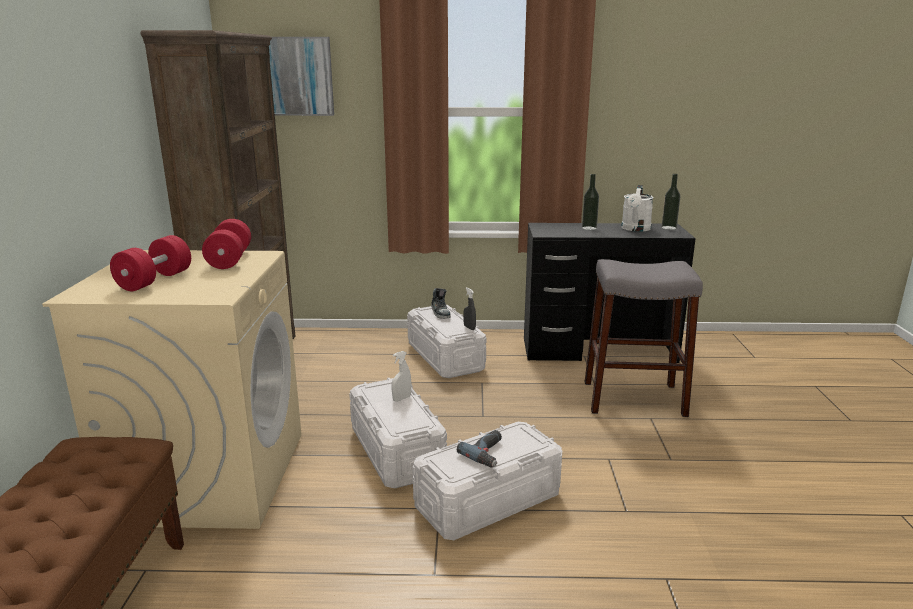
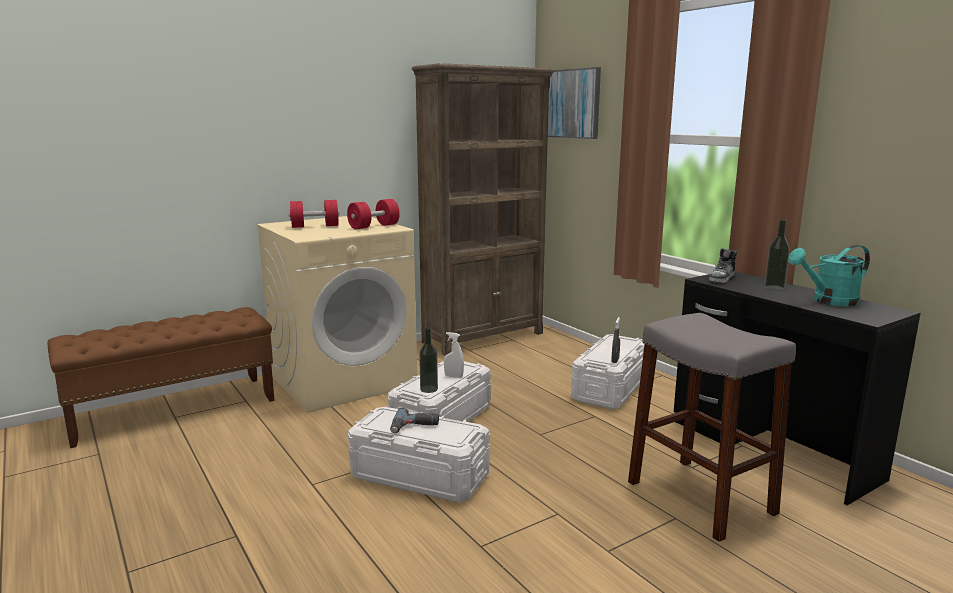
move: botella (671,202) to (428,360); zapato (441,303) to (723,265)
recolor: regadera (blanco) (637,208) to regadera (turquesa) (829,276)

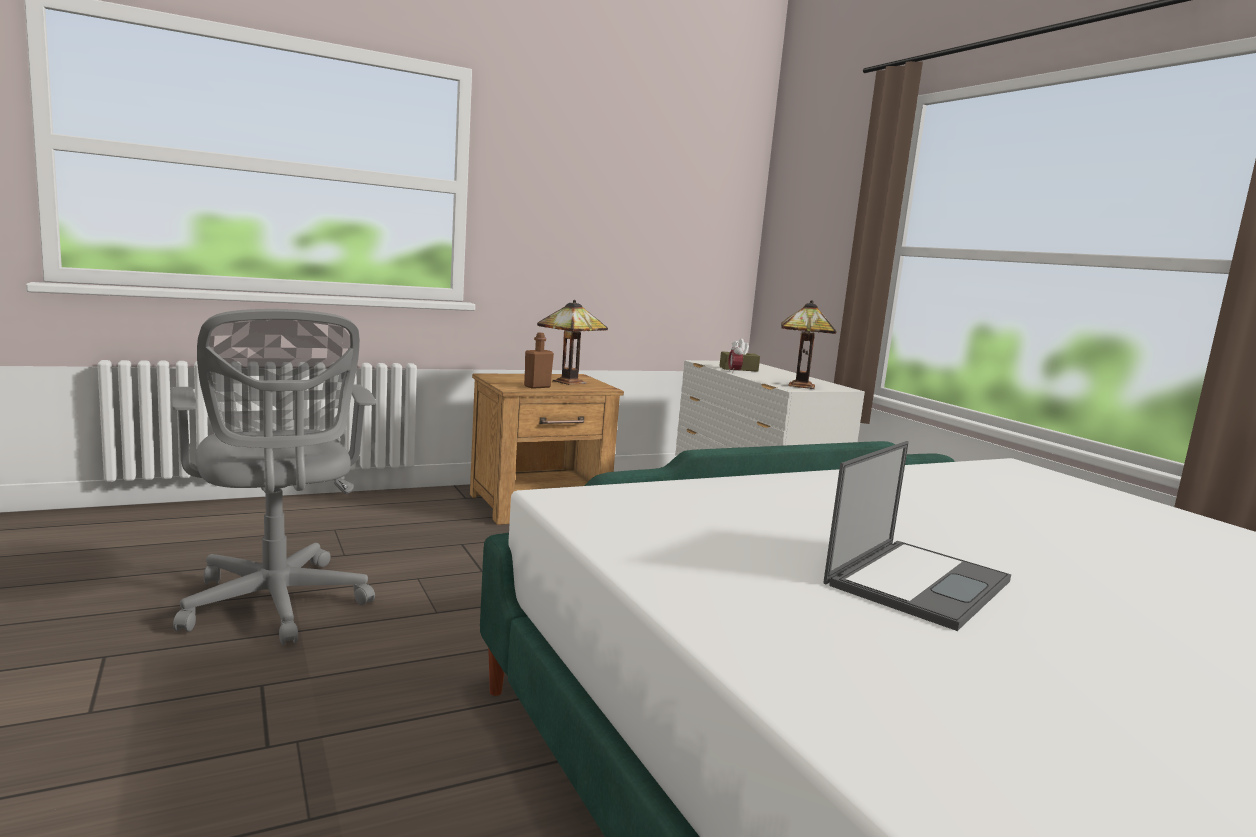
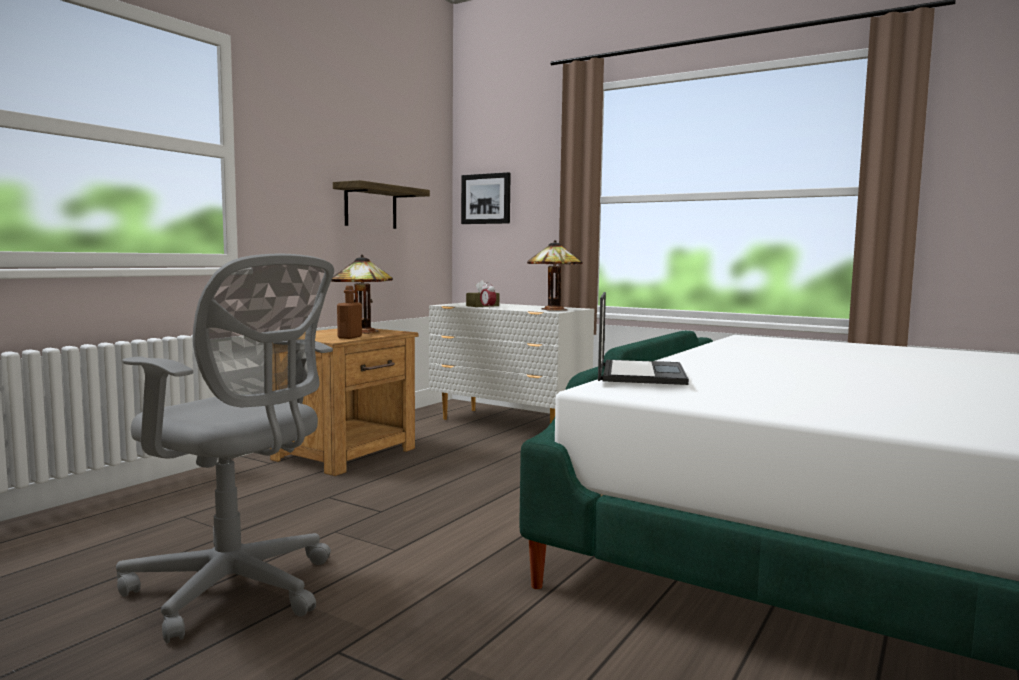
insert: estante (381,204); cuadro (486,198)
move: portátil (917,536) to (643,338)

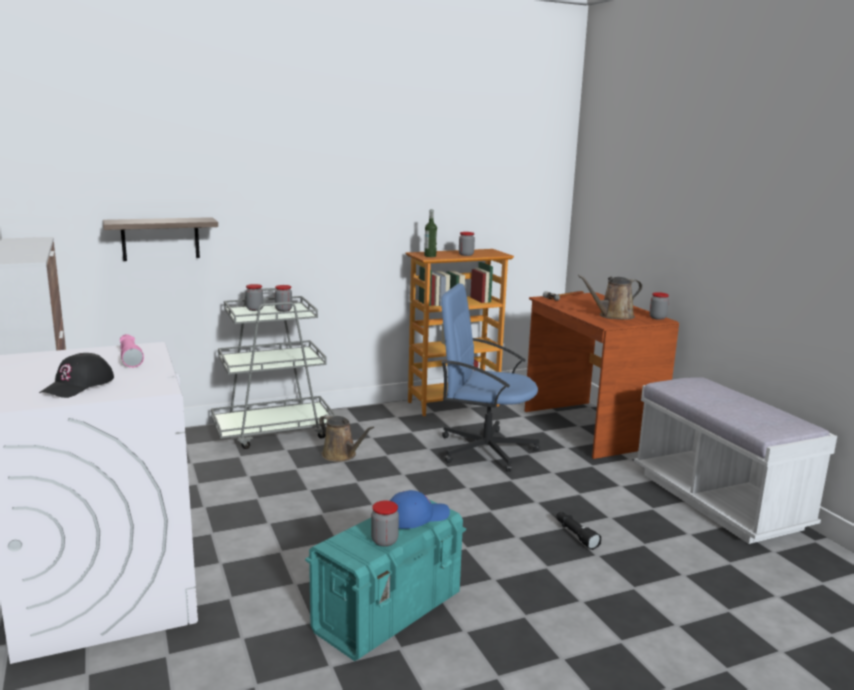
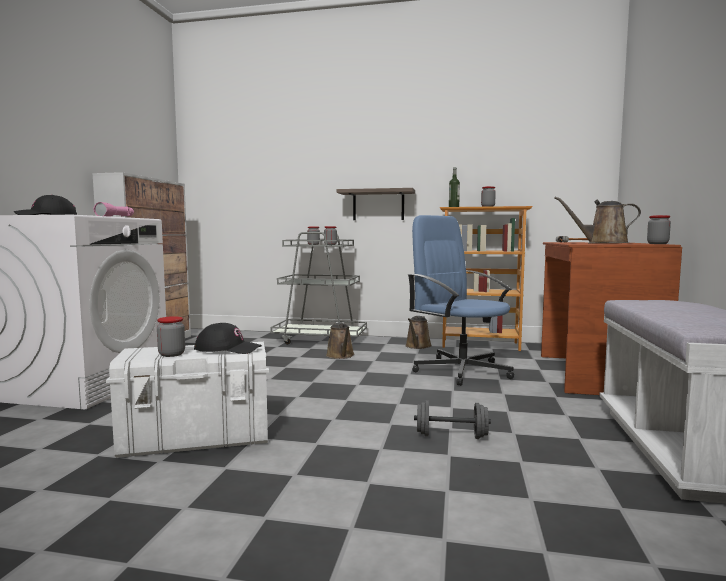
insert: regadera (marrón) (418,332)
move: estante (160,239) to (376,204)
replace: linterna (negro) (578,531) to mancuerna (gris) (452,419)
recolor: caja de almacenaje (turquesa) (385,580) to caja de almacenaje (blanco) (187,400); gorra (azul) (420,509) to gorra (negro) (228,338)

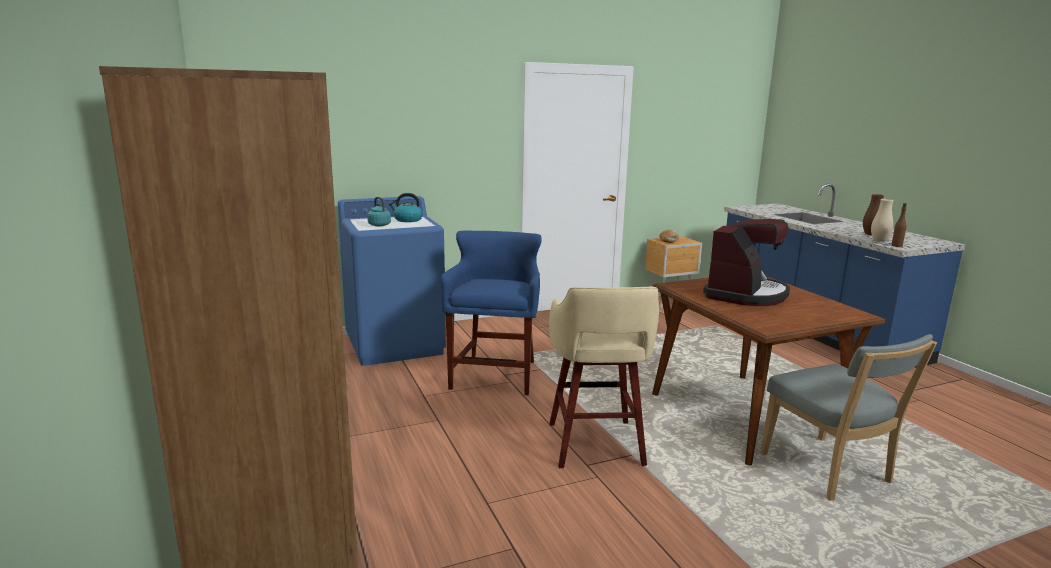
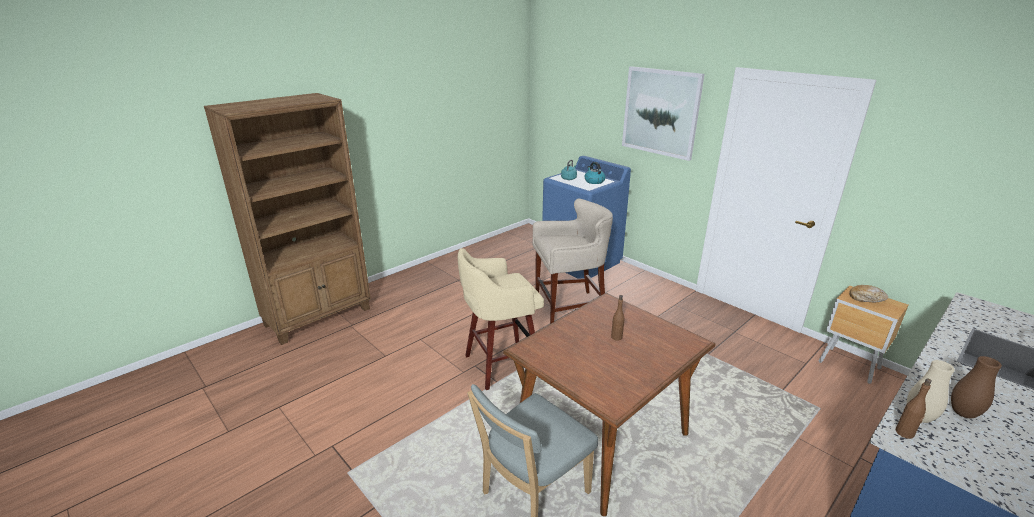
insert: cuadro (663,113)
replace: cafetera (746,262) to botella (marrón) (617,318)
recolor: taburete (azul) (491,313) to taburete (beis) (572,261)

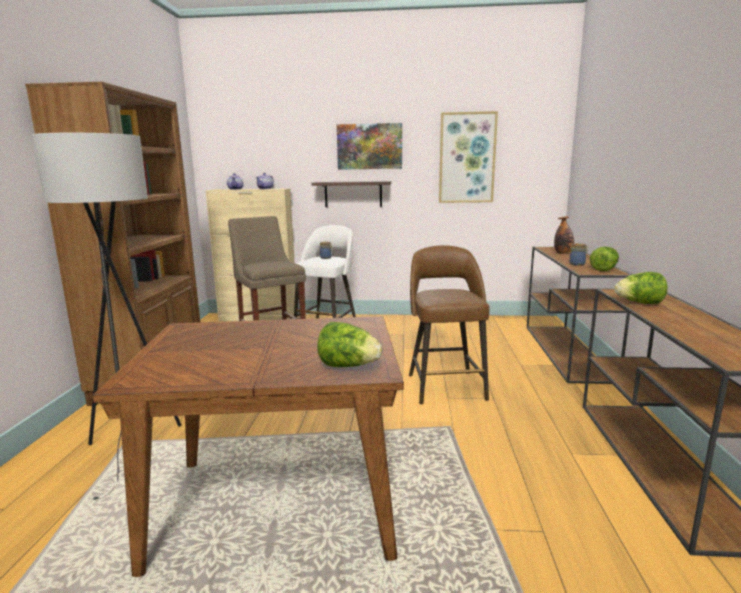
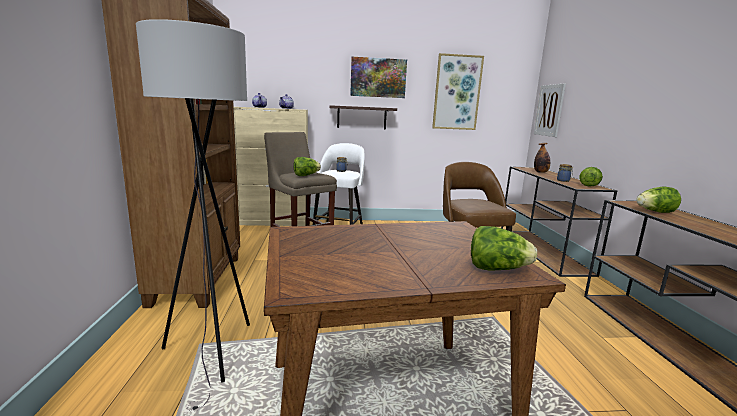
insert: lechuga (307,166); cuadro (550,110)

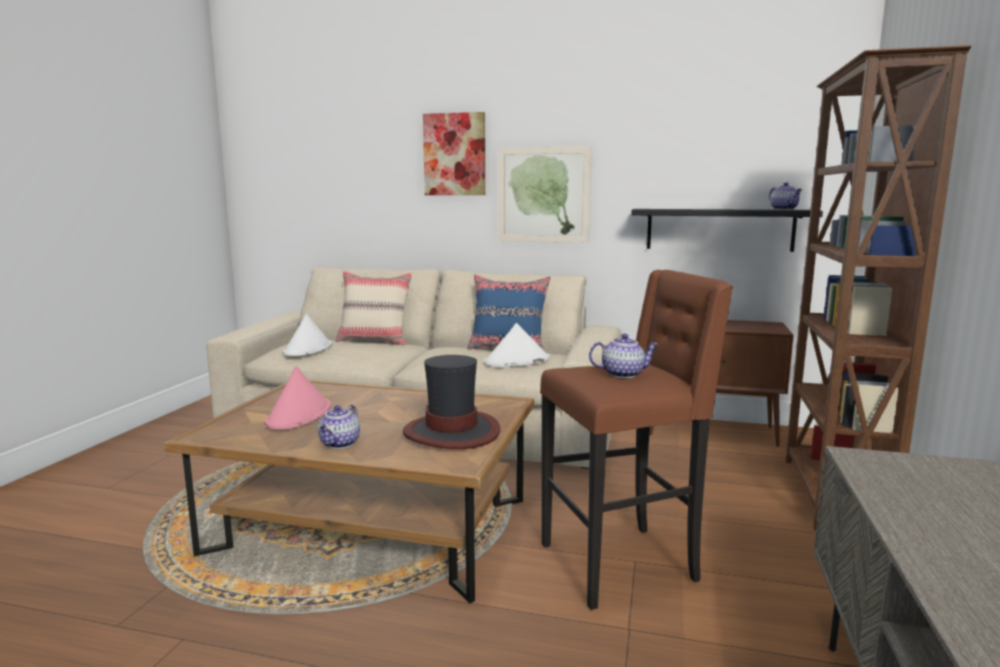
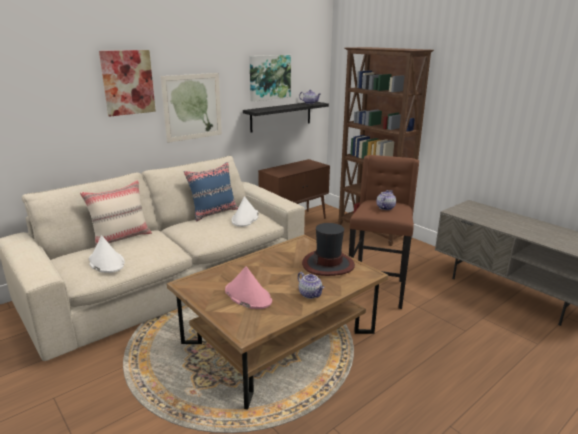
insert: cuadro (270,78)

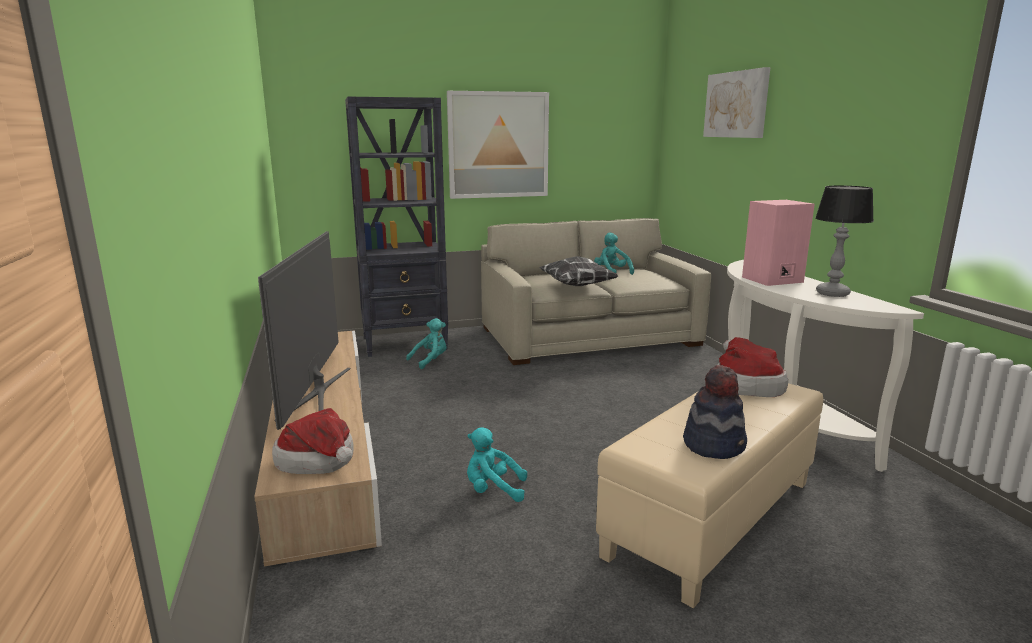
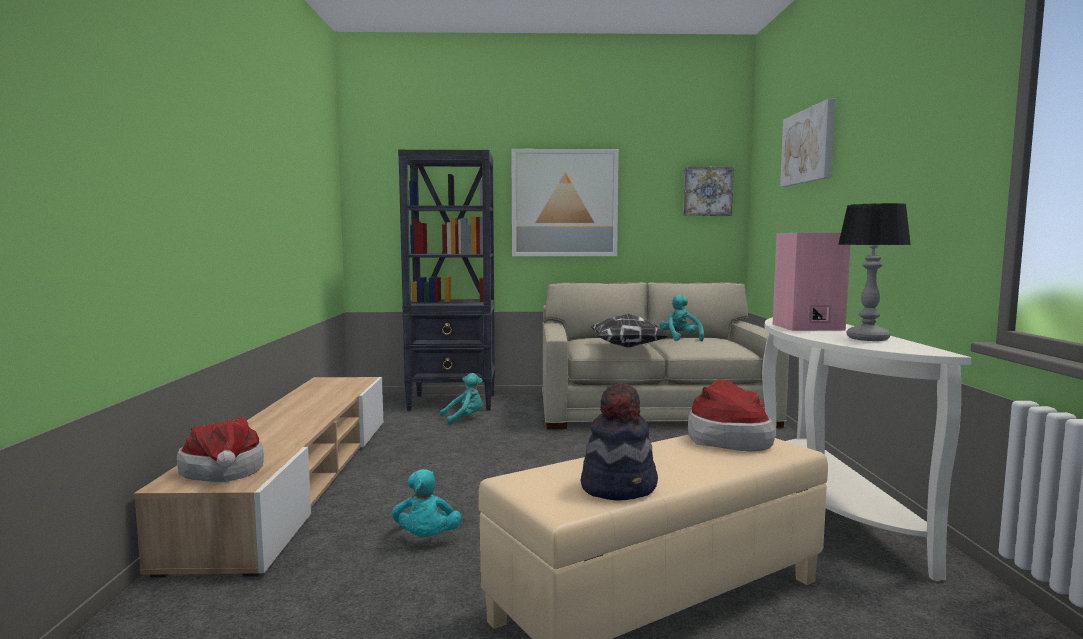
delete: televisor (304,330)
insert: cuadro (708,191)
rotate: peluche (turquesa) (497,464) = (426,503) 120 degrees counterclockwise

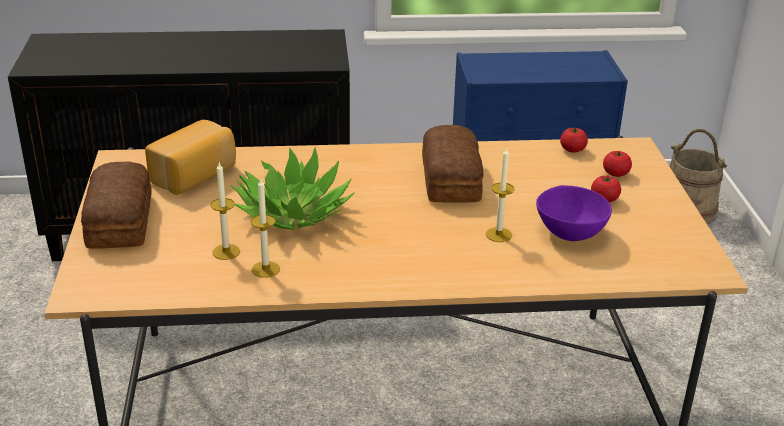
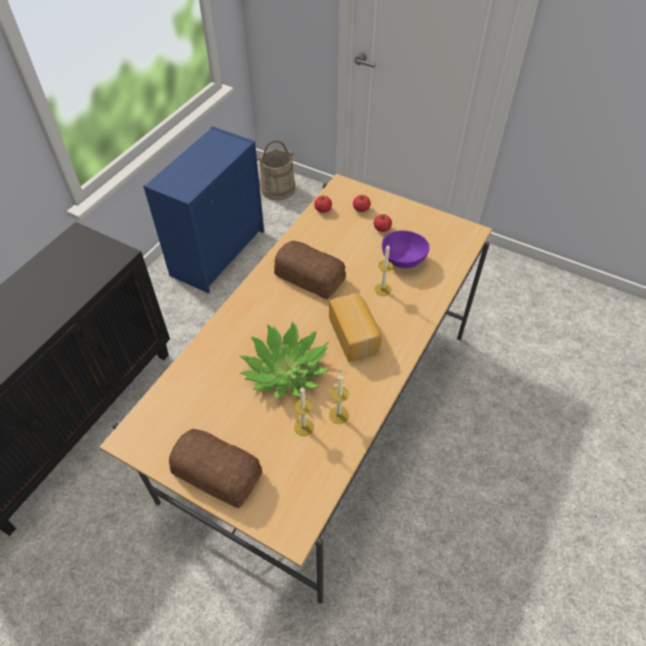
move: pan (190,157) to (355,327)

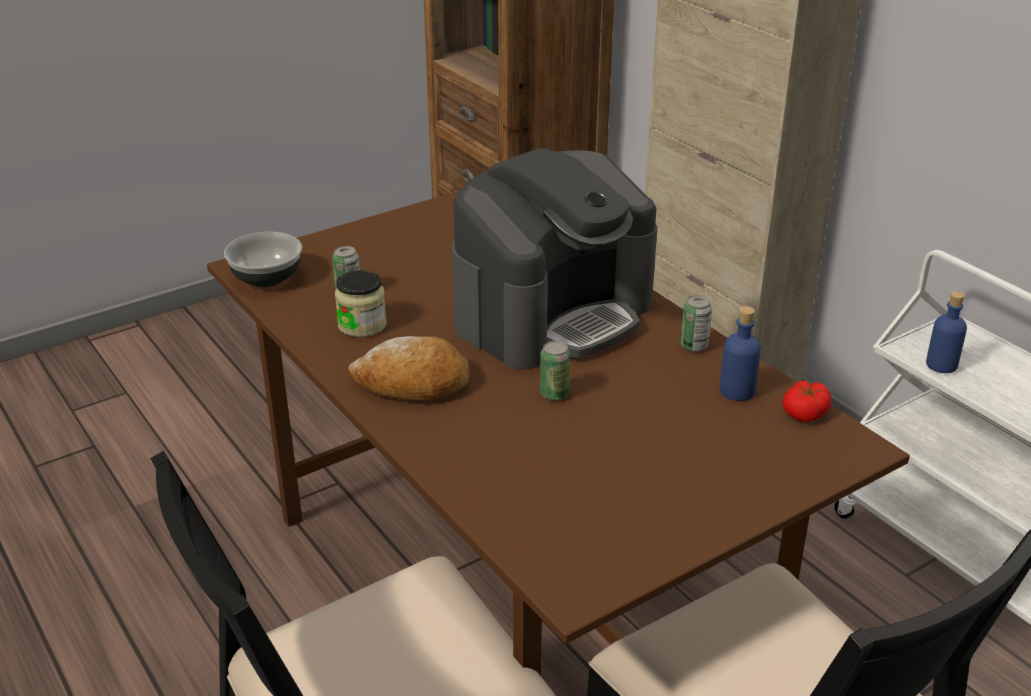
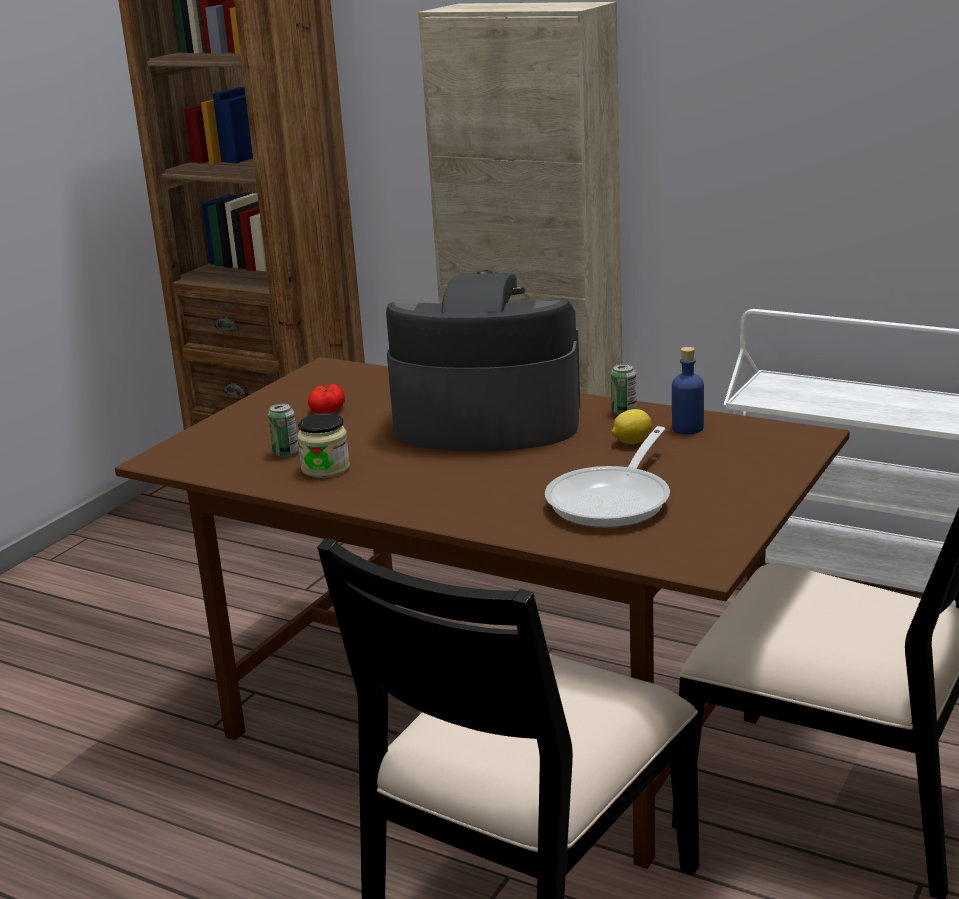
delete: cuenco (263,259); pan (409,368); lata (555,370); botella (azul) (946,332)
insert: sartén (607,477); limón (631,426)
move: tomate (807,401) to (326,398)
rotate: cafetera (554,259) = (483,360) 105 degrees counterclockwise

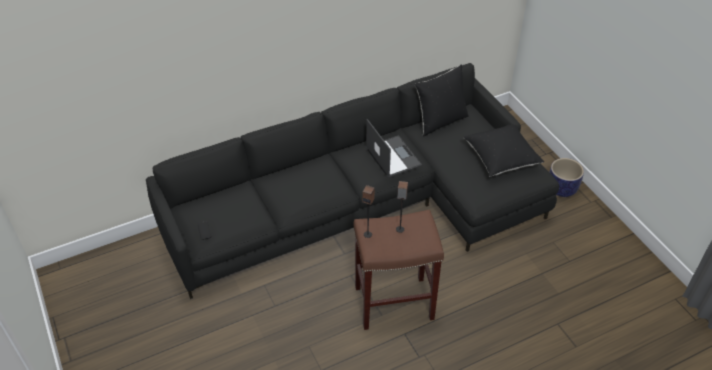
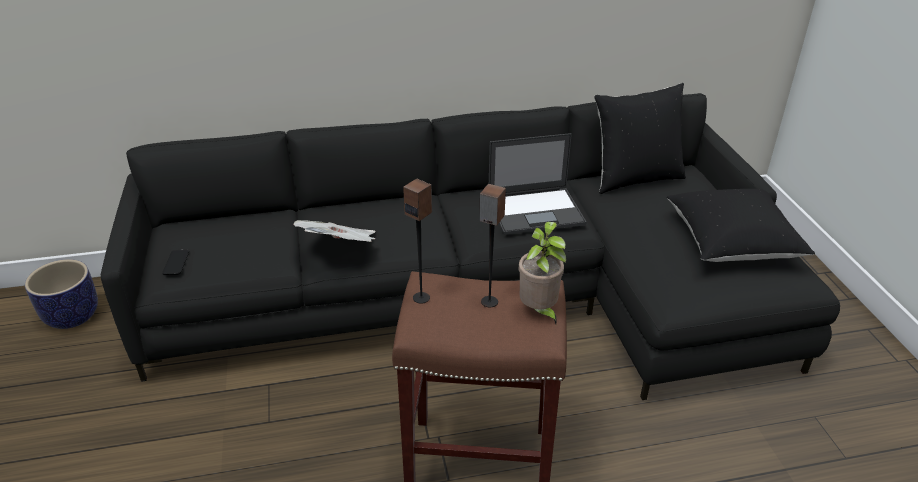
insert: periódico (335,231); planta en maceta (543,273)
move: maceta (566,177) to (61,294)
rotate: portátil (394,148) = (537,184) 90 degrees clockwise

